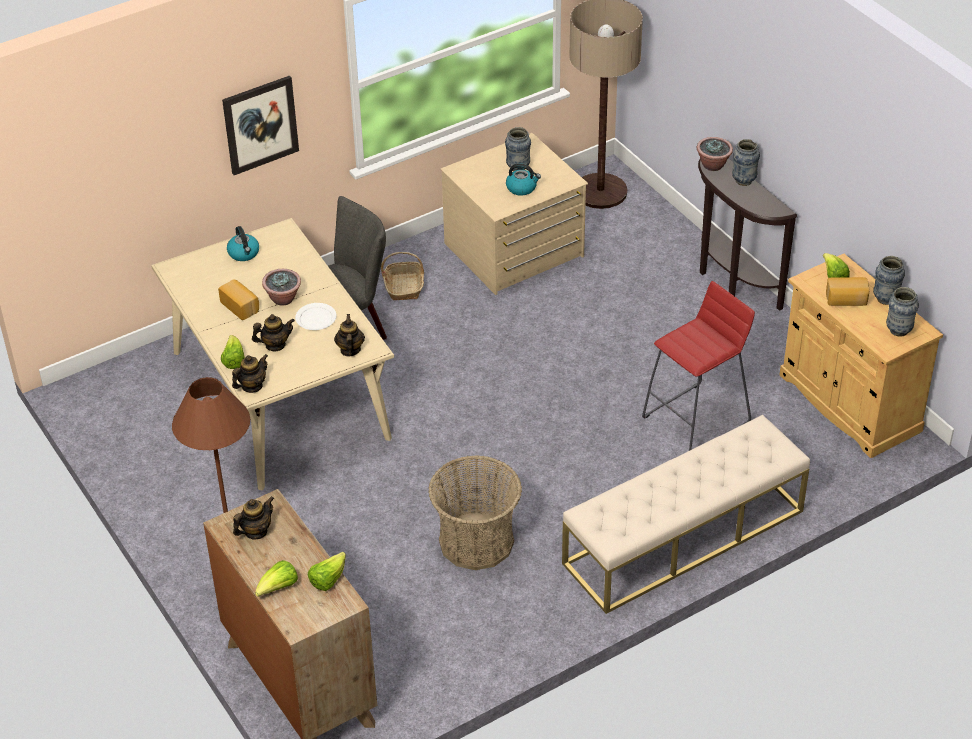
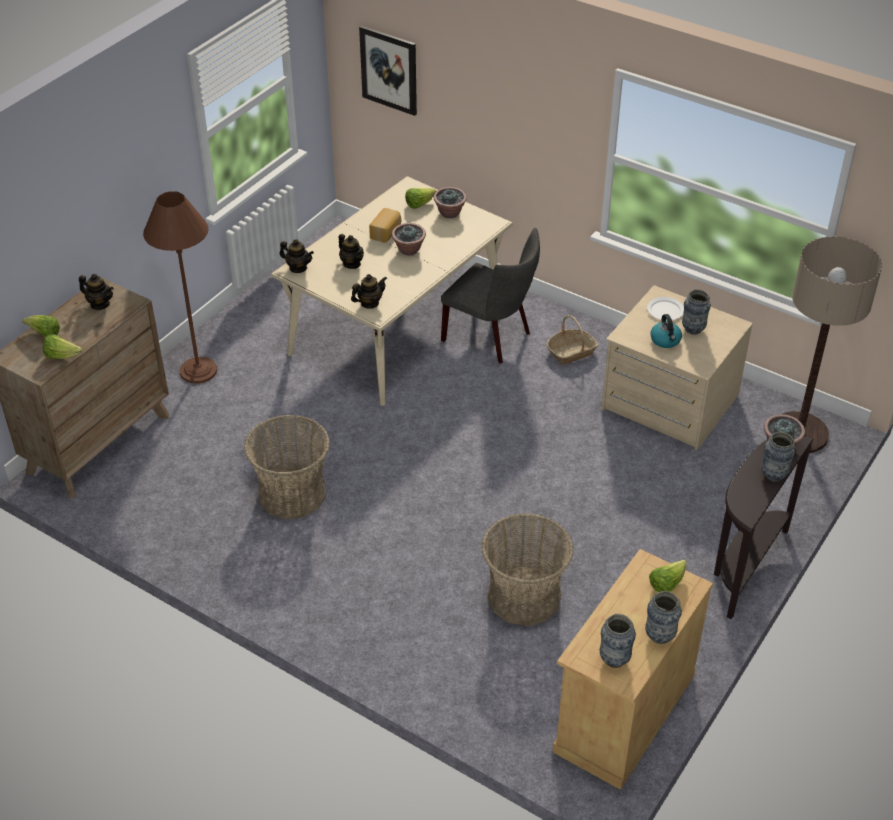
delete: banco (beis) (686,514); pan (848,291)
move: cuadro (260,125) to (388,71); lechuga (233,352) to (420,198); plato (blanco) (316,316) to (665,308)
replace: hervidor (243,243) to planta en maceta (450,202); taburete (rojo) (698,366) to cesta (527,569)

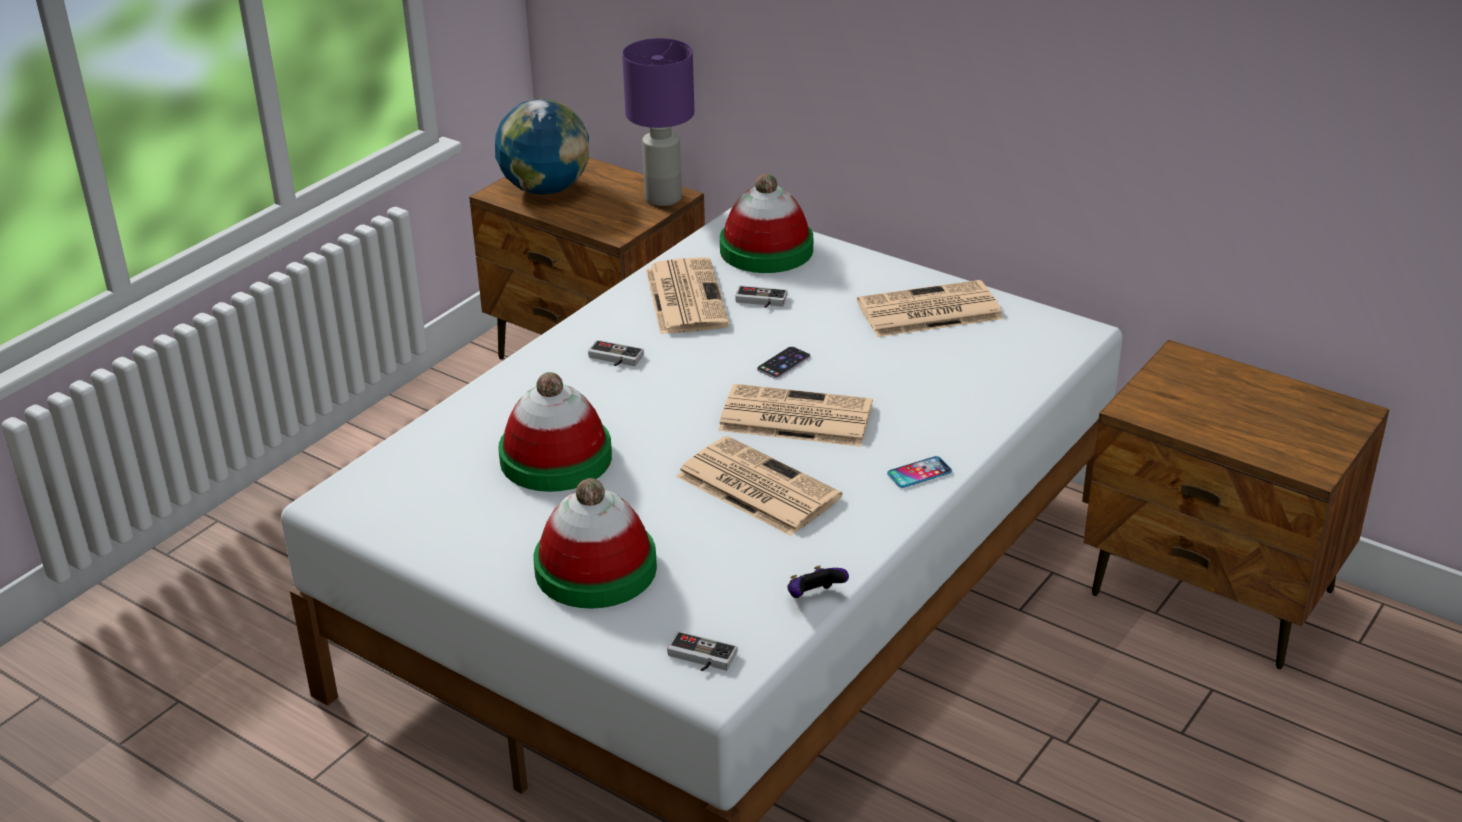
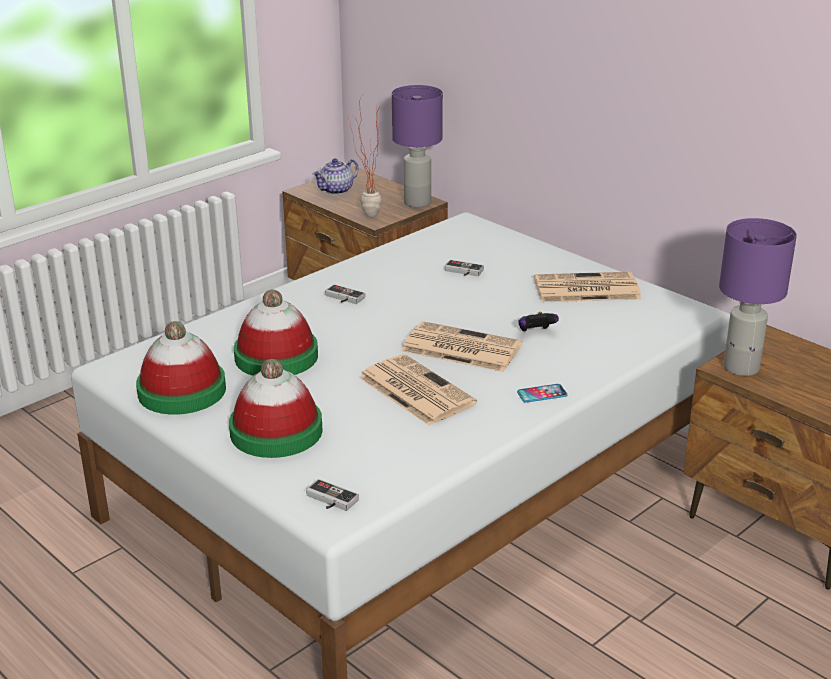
delete: periódico (687,295); móvil (784,362)
insert: planta en maceta (365,155); lámpara de mesa (morado) (758,297)
move: sombrero (766,223) to (181,368); mando de consola (818,581) to (538,322)
replace: globo terráqueo (542,146) to tetera (336,176)

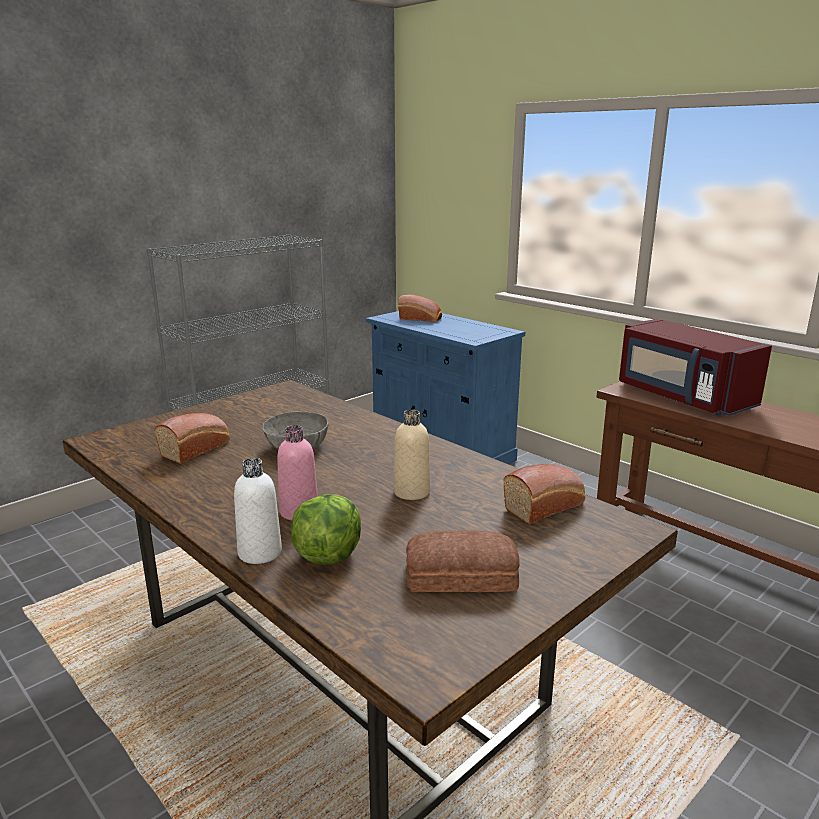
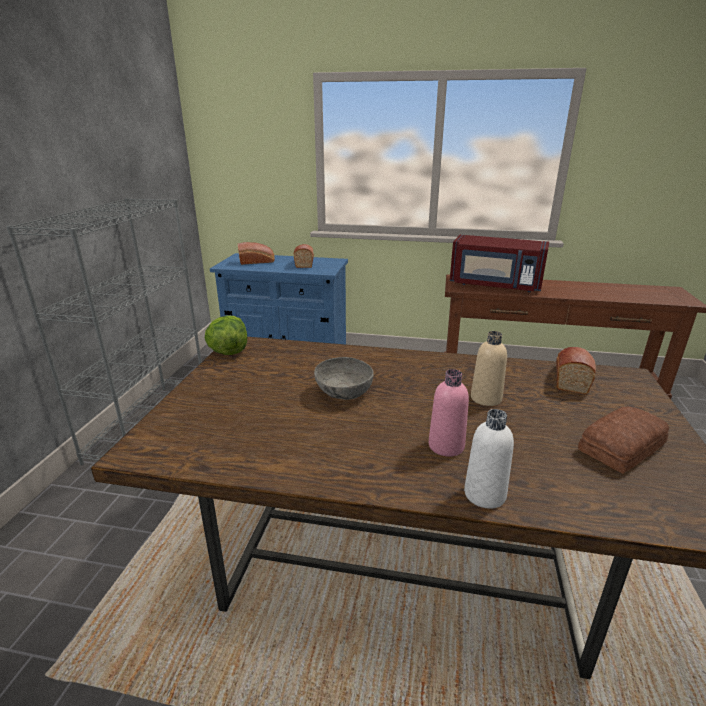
move: lechuga (326,530) to (226,335); pan (192,438) to (303,256)

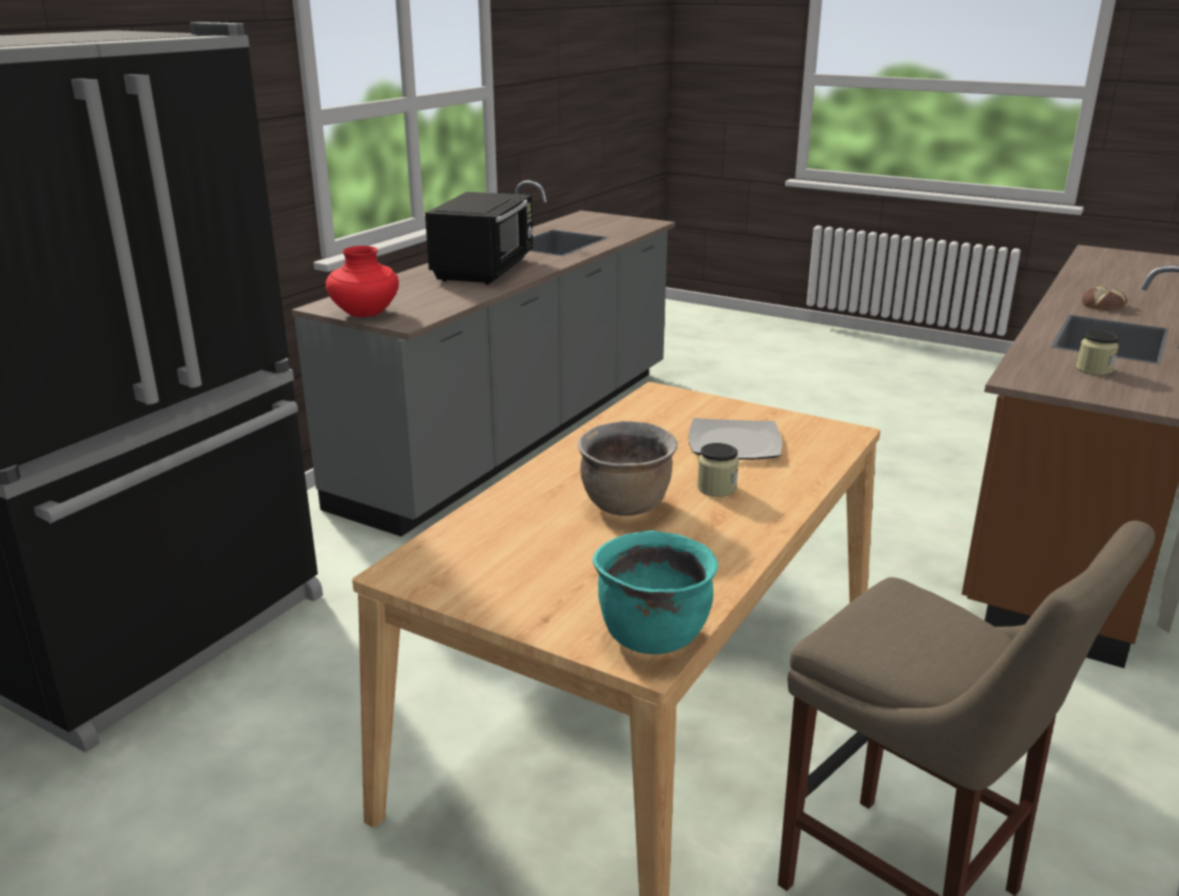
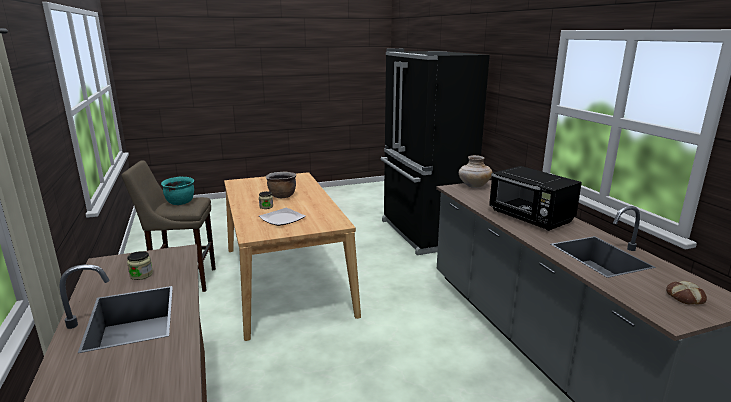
move: olla (turquesa) (655,592) to (177,190); pan (1104,298) to (686,292)
recolor: florero (rojo) (362,281) to florero (beis) (475,171)

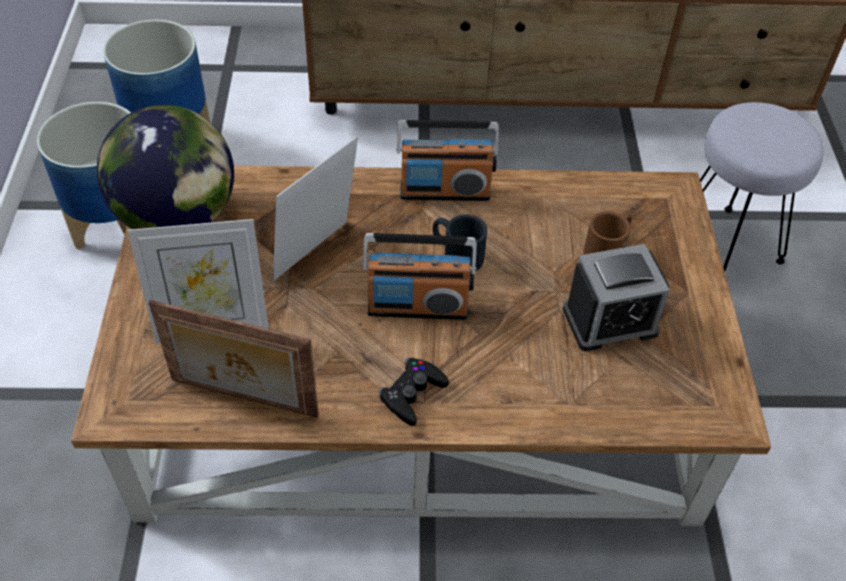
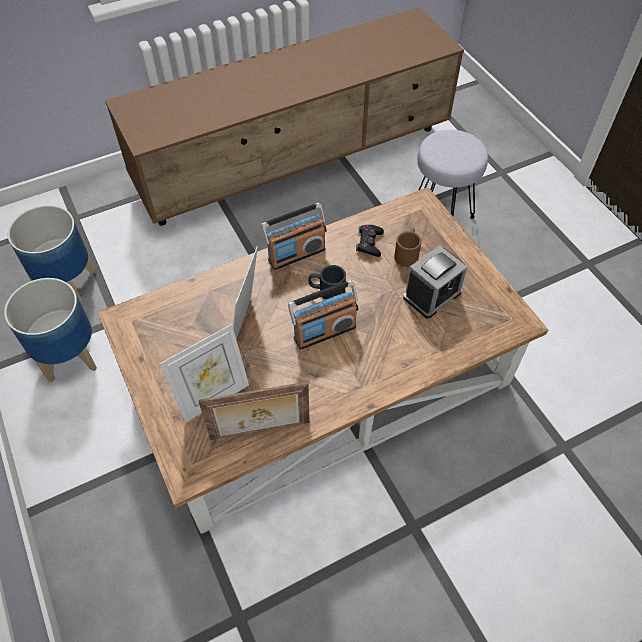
delete: globo terráqueo (165,167)
move: mando de consola (negro) (414,392) to (370,241)

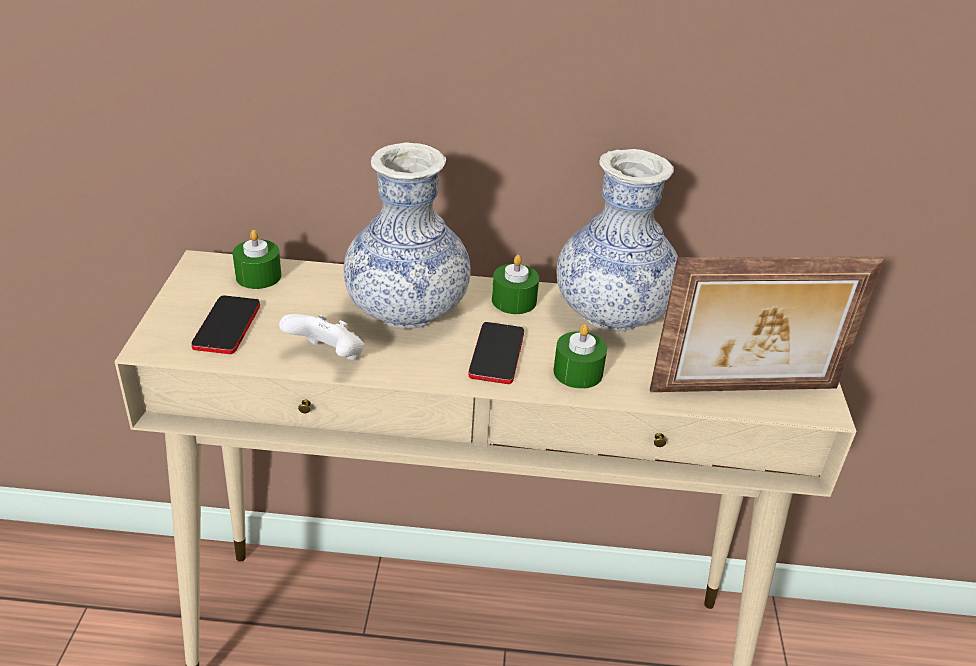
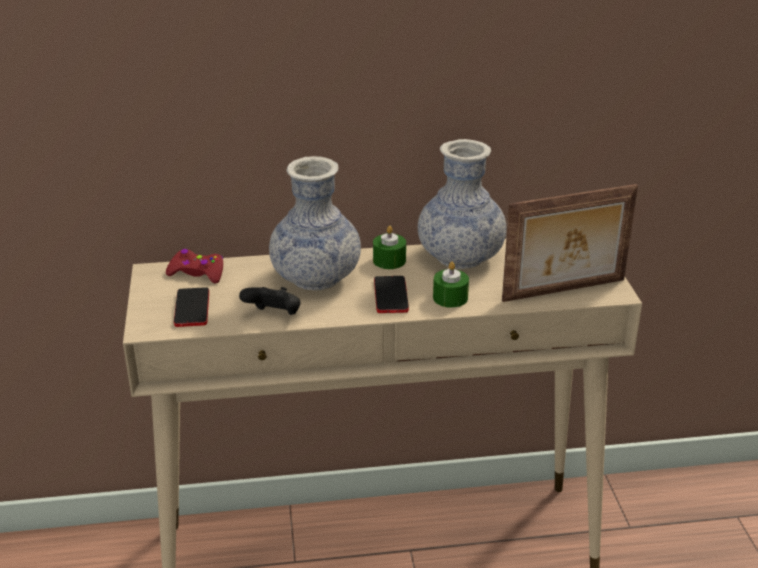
replace: vela (verde) (257,259) to mando de consola (rojo) (194,266)
recolor: mando de consola (blanco) (321,337) to mando de consola (negro) (269,301)

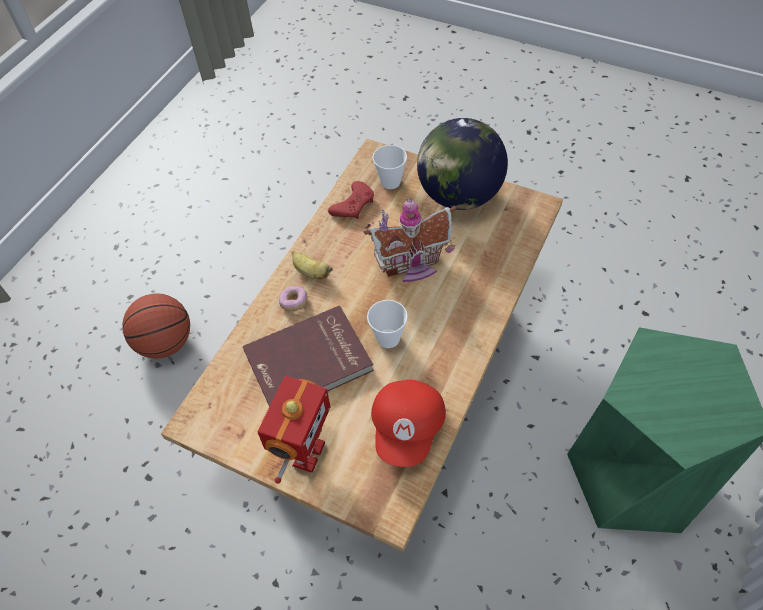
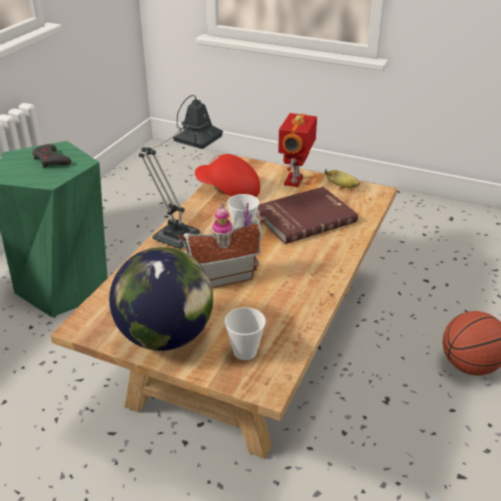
delete: rosquilla (293,298); mando de consola (rojo) (351,200)
insert: mando de consola (gris) (51,156); lámpara de mesa (181,172)
move: plátano (312,265) to (342,179)
rotate: gorra (rojo) (408,423) = (227,175) 75 degrees counterclockwise

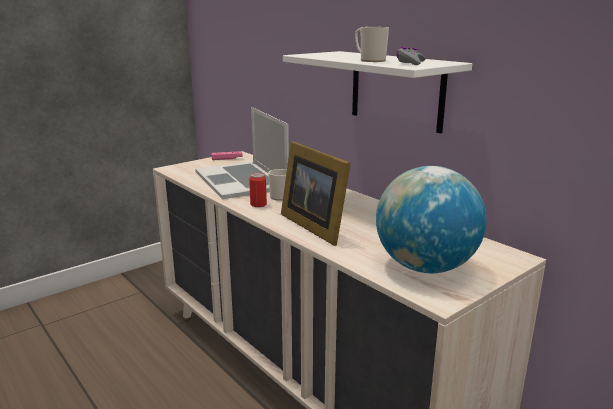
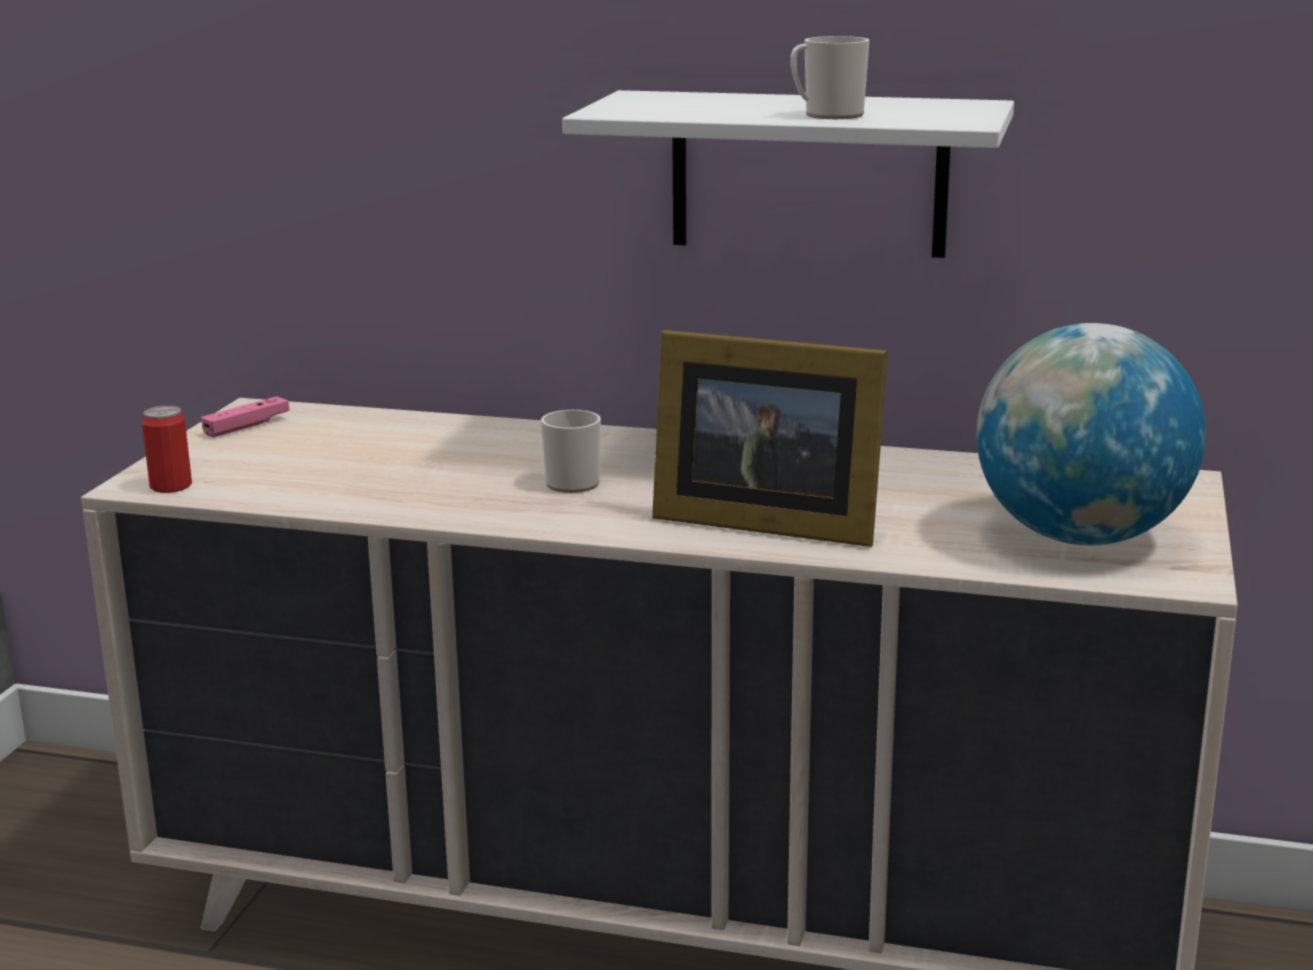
delete: portátil (242,153); mando de consola (gris) (410,56)
move: lata (258,190) to (167,449)

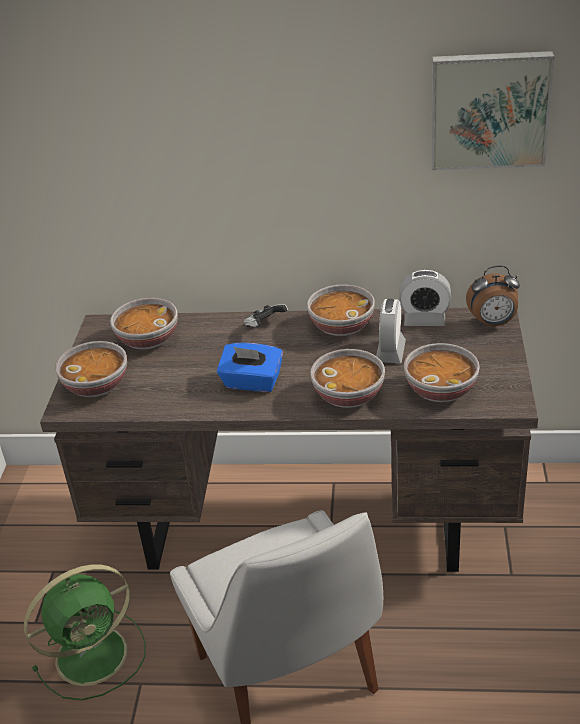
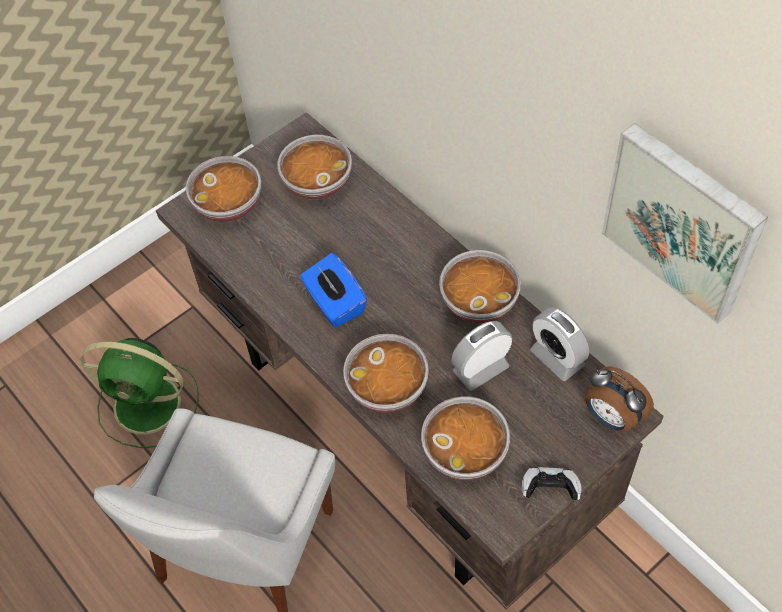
move: mando de consola (266,315) to (552,484)

